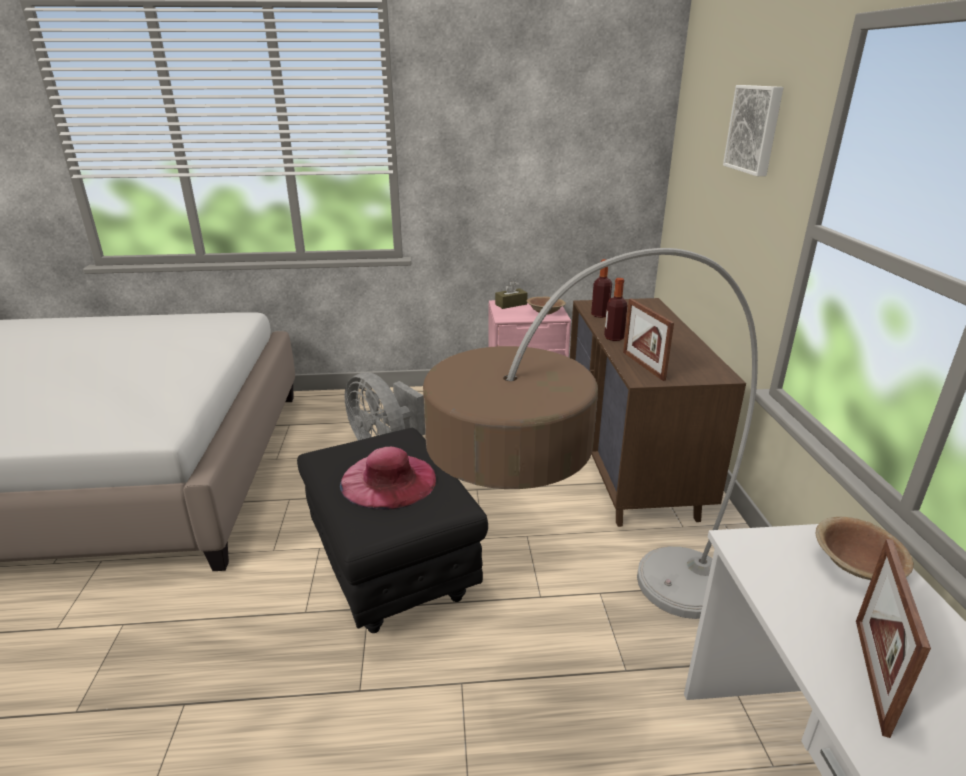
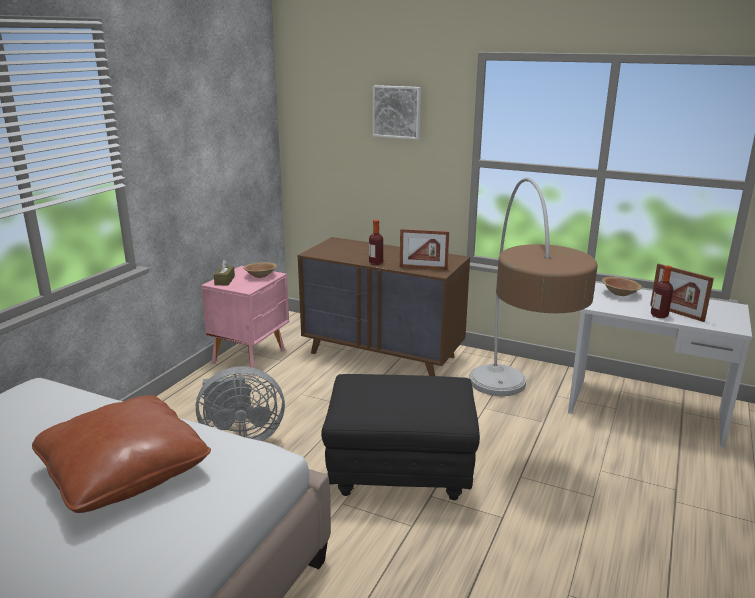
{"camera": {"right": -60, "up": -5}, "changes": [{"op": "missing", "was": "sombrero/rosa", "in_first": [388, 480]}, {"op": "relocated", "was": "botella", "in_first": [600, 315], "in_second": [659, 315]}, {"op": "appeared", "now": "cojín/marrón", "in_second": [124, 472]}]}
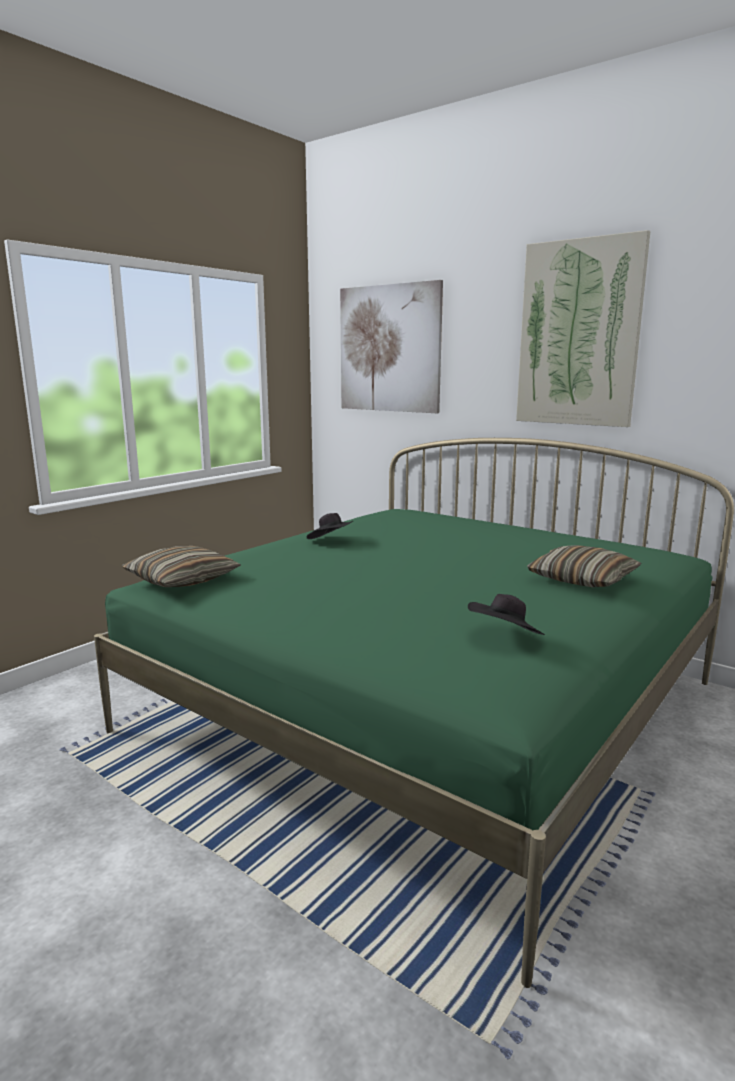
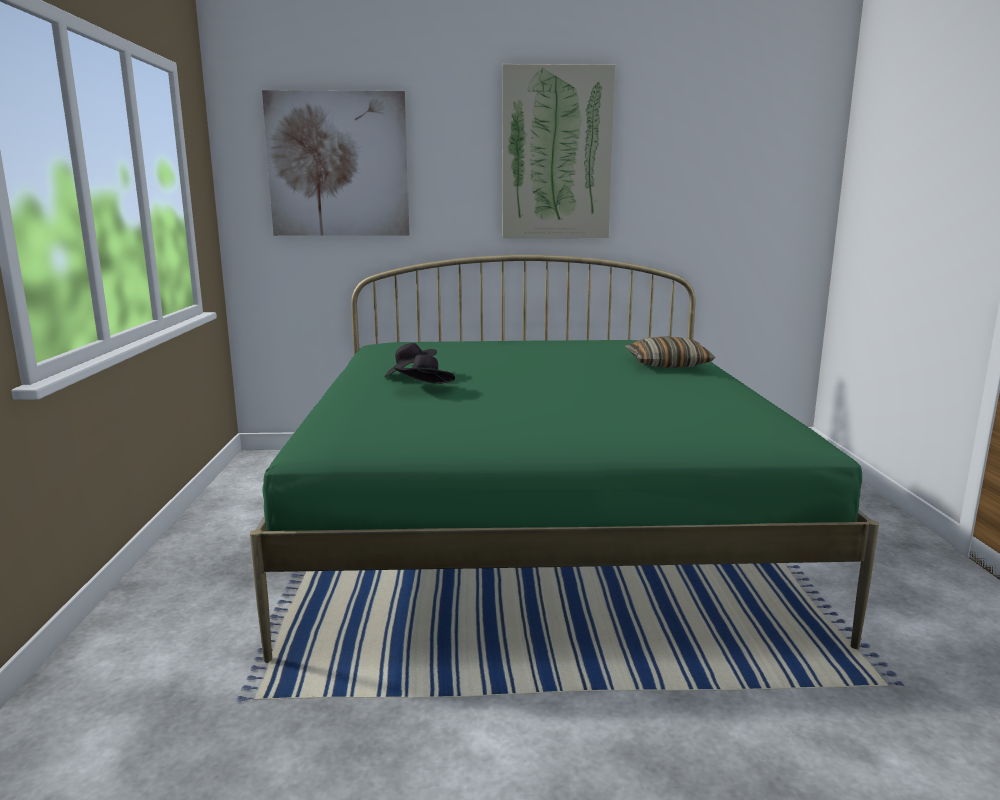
{"camera": {"right": -40, "up": 0}, "changes": [{"op": "missing", "was": "cojín", "in_first": [182, 580]}, {"op": "relocated", "was": "sombrero/negro", "in_first": [505, 638], "in_second": [425, 389]}]}
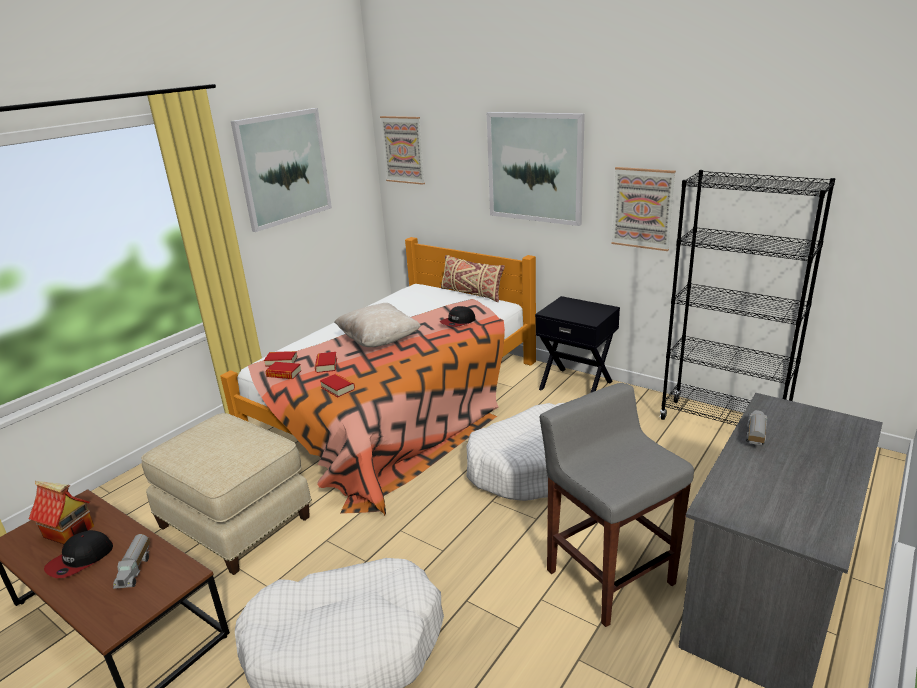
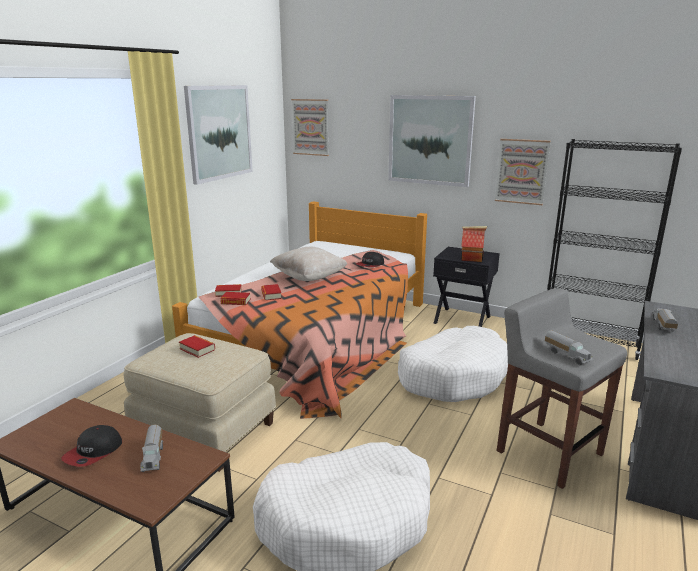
{"camera": {"right": -10, "up": -5}, "changes": [{"op": "relocated", "was": "casita", "in_first": [70, 531], "in_second": [472, 258]}, {"op": "relocated", "was": "libro", "in_first": [337, 388], "in_second": [197, 349]}, {"op": "missing", "was": "cojín/beis", "in_first": [471, 293]}, {"op": "appeared", "now": "camión de juguete", "in_second": [567, 355]}]}
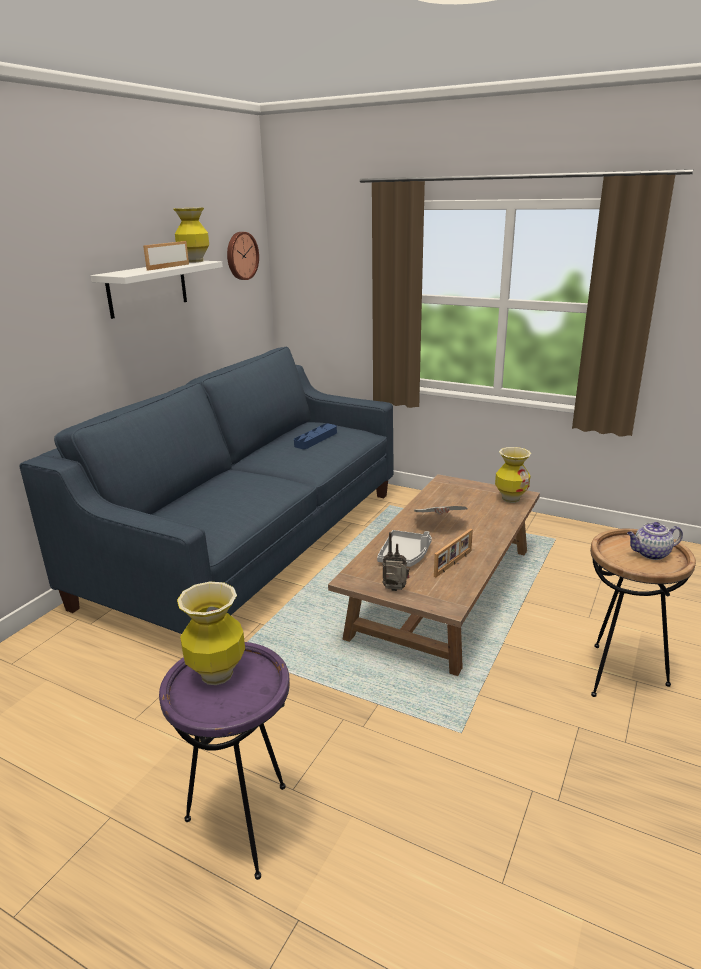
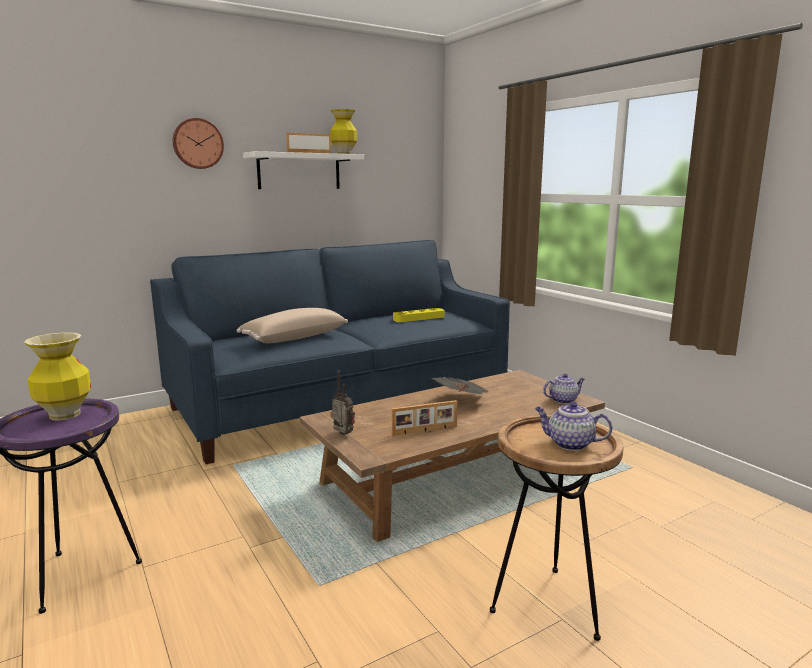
{"camera": {"right": 30, "up": -10}, "changes": [{"op": "relocated", "was": "reloj de pared", "in_first": [241, 256], "in_second": [197, 143]}, {"op": "colour", "was": "bandeja/azul", "now": "bandeja/amarillo", "in_first": [316, 439], "in_second": [418, 318]}, {"op": "missing", "was": "bandeja/gris", "in_first": [405, 556]}, {"op": "exchanged", "was": "florero", "now": "tetera", "in_first": [510, 499], "in_second": [563, 400]}, {"op": "appeared", "now": "cojín/beis", "in_second": [293, 338]}]}
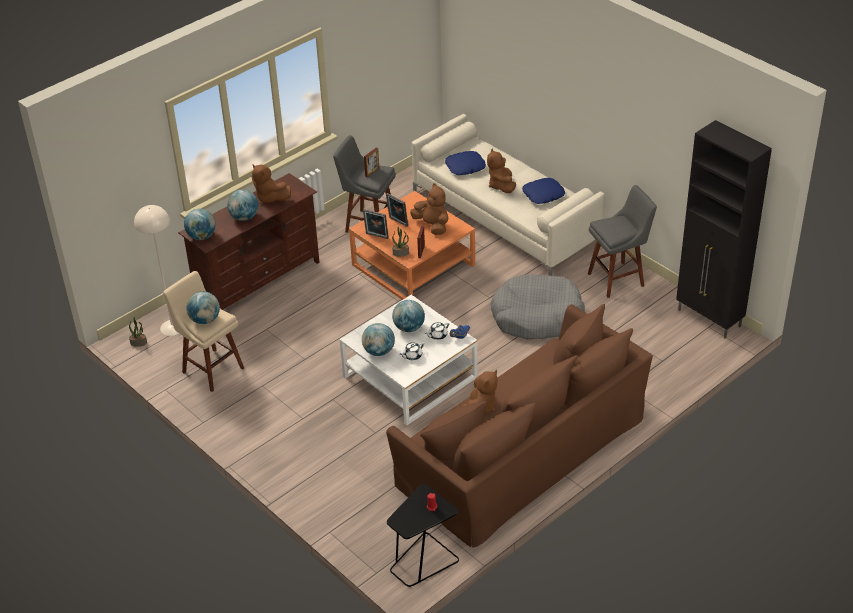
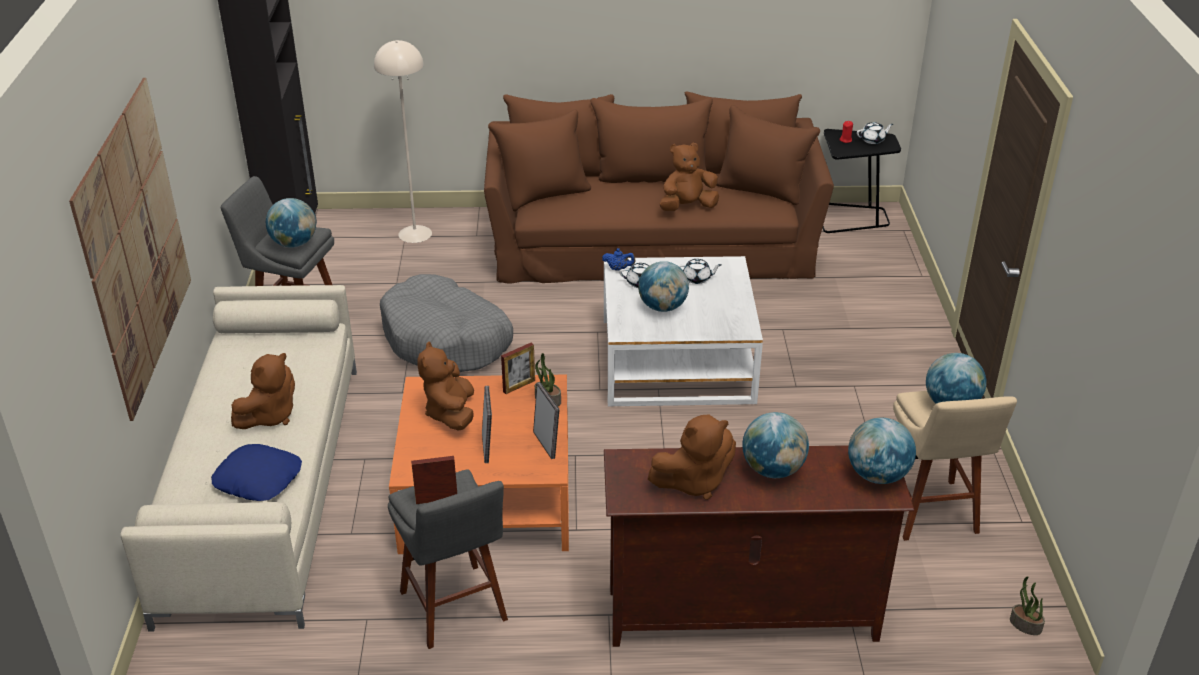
{"camera": {"right": -140, "up": -5}, "changes": [{"op": "relocated", "was": "lámpara de pie/beis", "in_first": [172, 327], "in_second": [415, 234]}, {"op": "spun", "was": "peluche/marrón", "in_first": [269, 198], "in_second": [693, 482], "clockwise": 75}, {"op": "relocated", "was": "globo terráqueo", "in_first": [378, 351], "in_second": [294, 243]}, {"op": "missing", "was": "cojín/azul", "in_first": [543, 195]}, {"op": "appeared", "now": "cuadro", "in_second": [134, 245]}, {"op": "appeared", "now": "tetera/blanco", "in_second": [873, 140]}]}
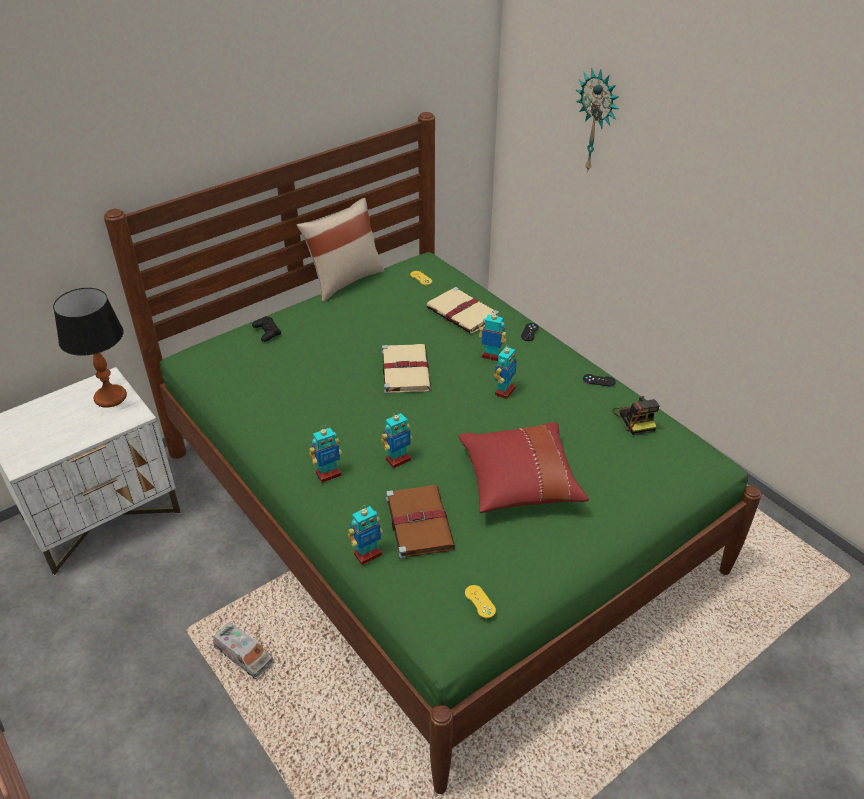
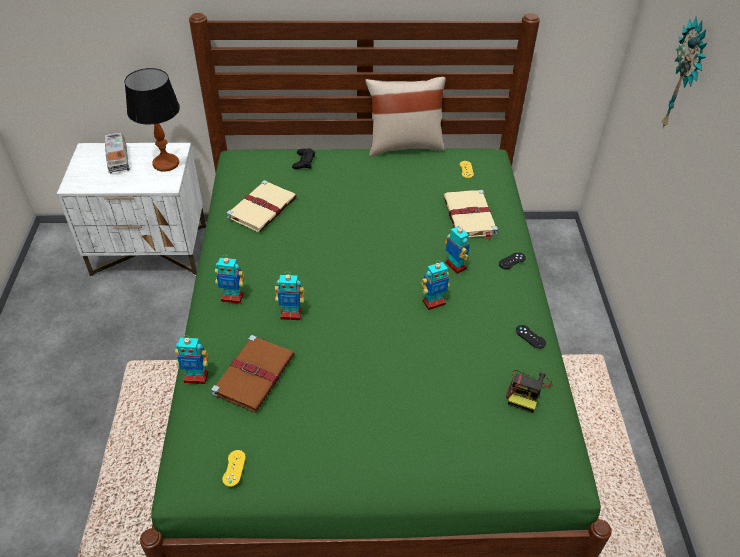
{"camera": {"right": 35, "up": 5}, "changes": [{"op": "relocated", "was": "camión de juguete", "in_first": [244, 656], "in_second": [118, 160]}, {"op": "relocated", "was": "libro/beis", "in_first": [405, 370], "in_second": [263, 208]}, {"op": "missing", "was": "cojín/rojo", "in_first": [519, 482]}]}
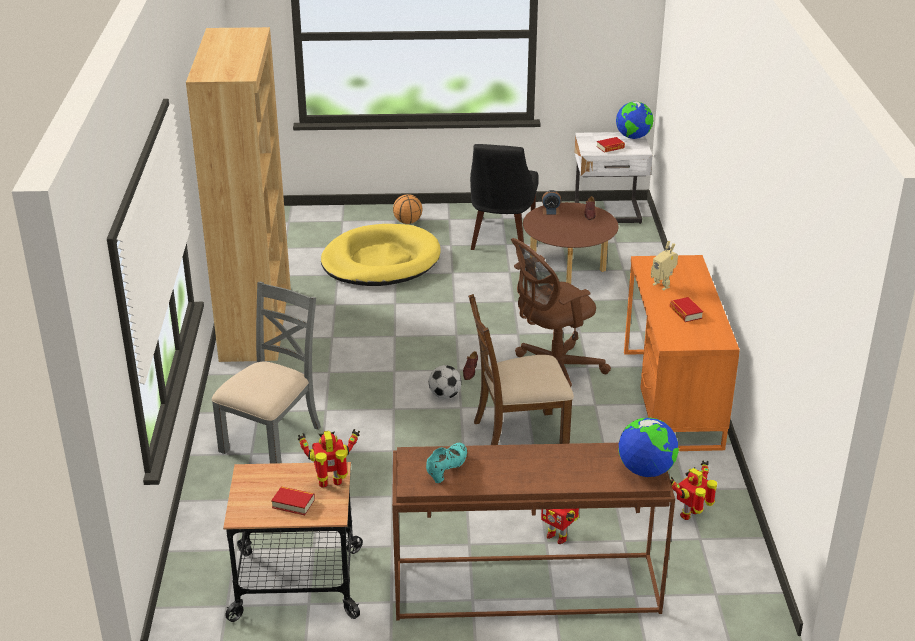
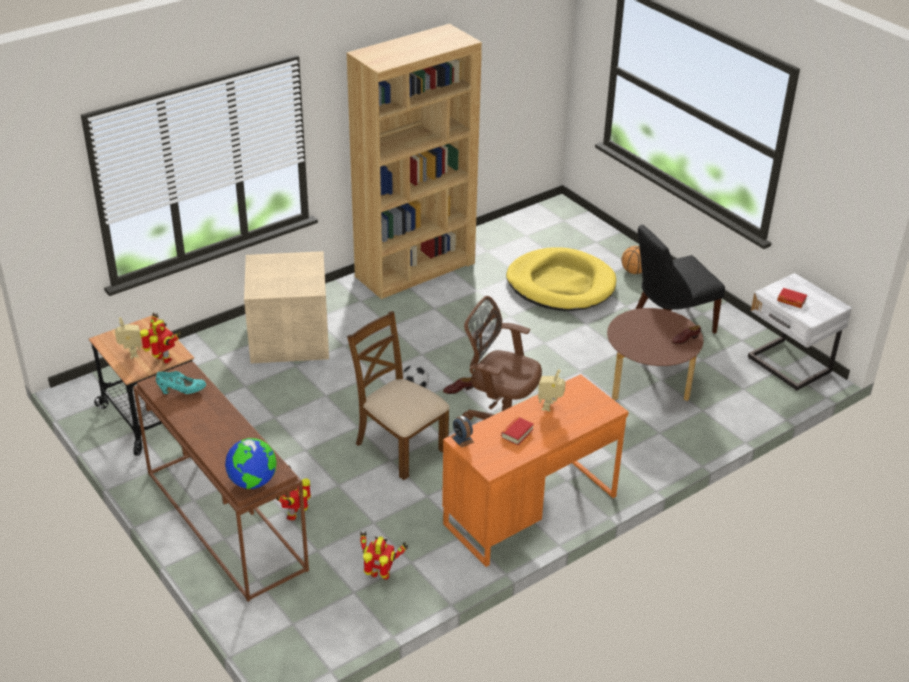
{"camera": {"right": 55, "up": 5}, "changes": [{"op": "exchanged", "was": "silla/gris", "now": "caja de almacenaje/beis", "in_first": [272, 438], "in_second": [291, 338]}, {"op": "exchanged", "was": "libro", "now": "robot de juguete", "in_first": [293, 504], "in_second": [131, 354]}, {"op": "relocated", "was": "despertador", "in_first": [551, 211], "in_second": [462, 439]}, {"op": "missing", "was": "globo terráqueo", "in_first": [633, 137]}]}
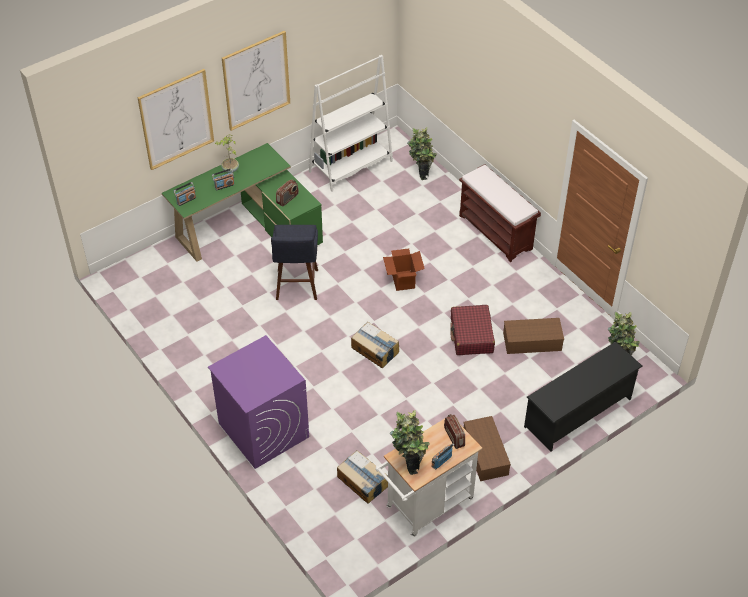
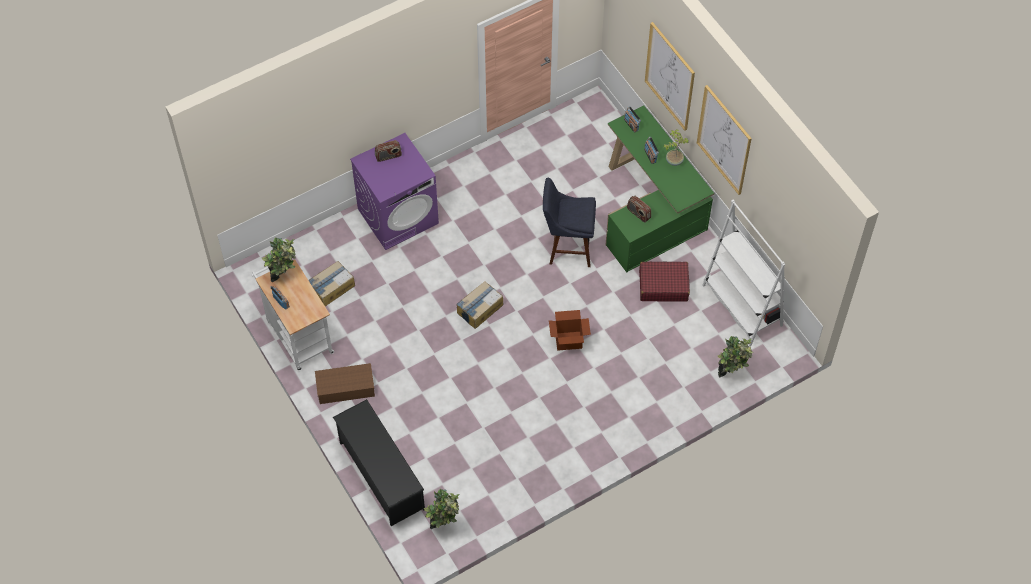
{"camera": {"right": 95, "up": 10}, "changes": [{"op": "relocated", "was": "radio", "in_first": [454, 437], "in_second": [388, 156]}, {"op": "relocated", "was": "maleta/rojo", "in_first": [471, 336], "in_second": [663, 286]}, {"op": "missing", "was": "banco/marrón", "in_first": [496, 232]}, {"op": "missing", "was": "caja de almacenaje/marrón", "in_first": [531, 342]}]}
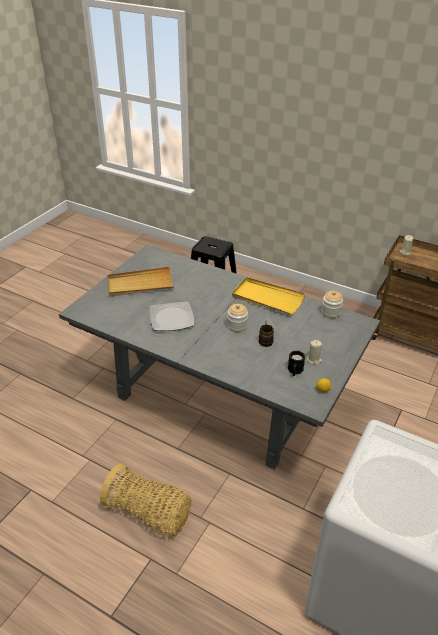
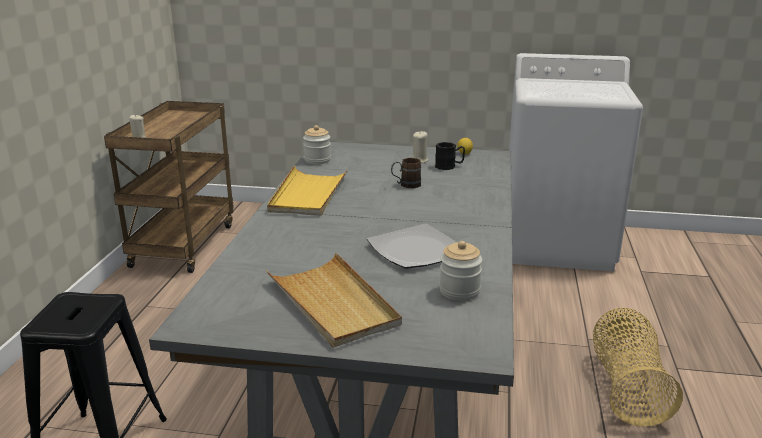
{"camera": {"right": -110, "up": -15}, "changes": [{"op": "relocated", "was": "tarro", "in_first": [237, 326], "in_second": [459, 291]}]}
